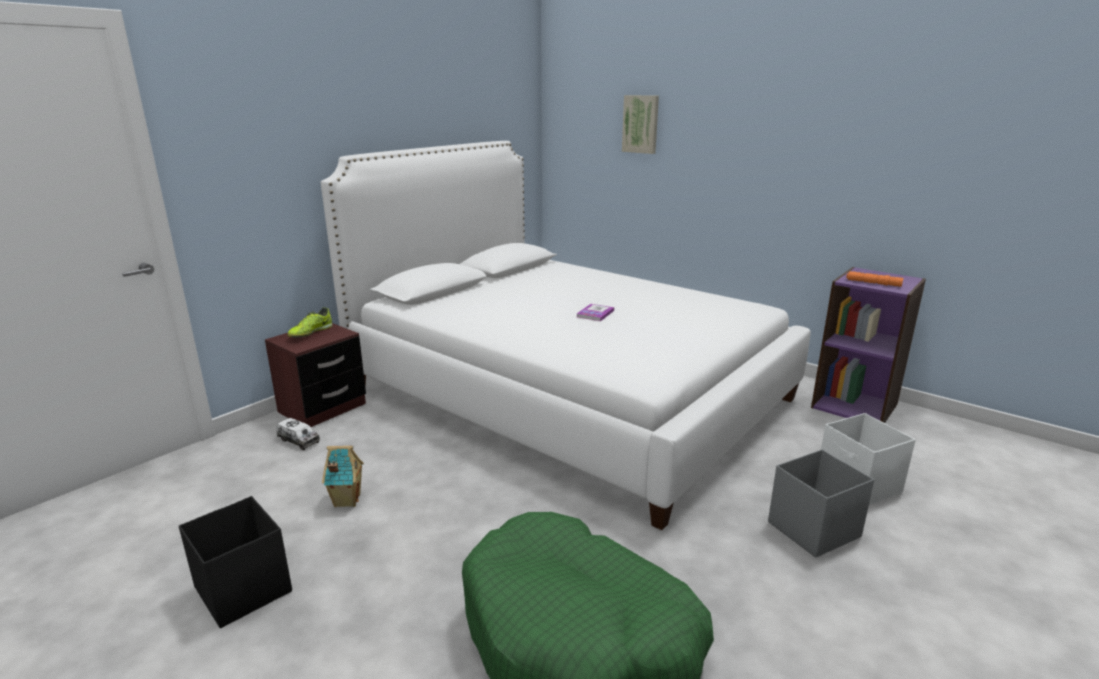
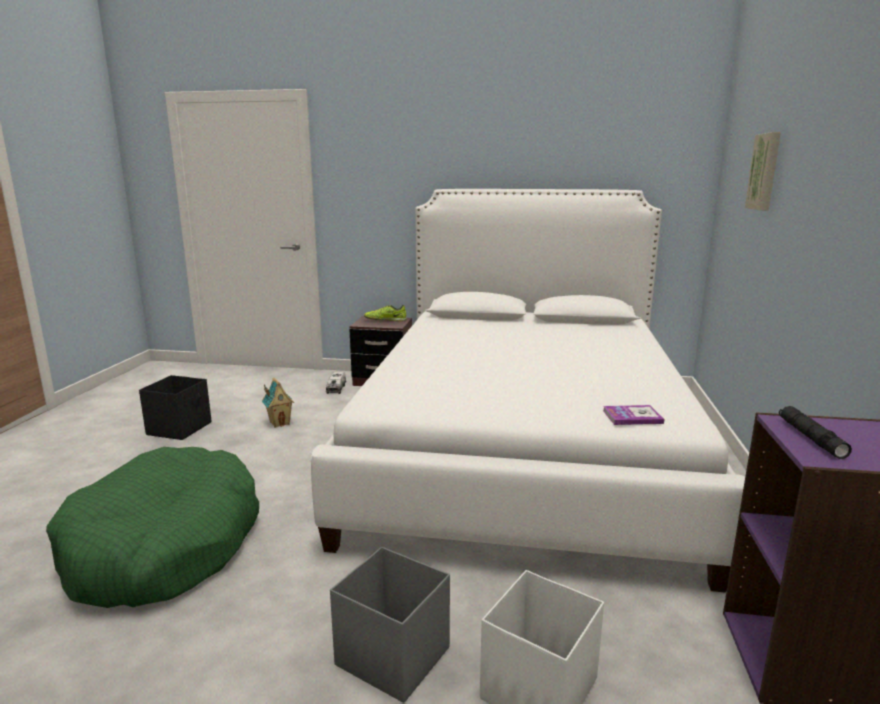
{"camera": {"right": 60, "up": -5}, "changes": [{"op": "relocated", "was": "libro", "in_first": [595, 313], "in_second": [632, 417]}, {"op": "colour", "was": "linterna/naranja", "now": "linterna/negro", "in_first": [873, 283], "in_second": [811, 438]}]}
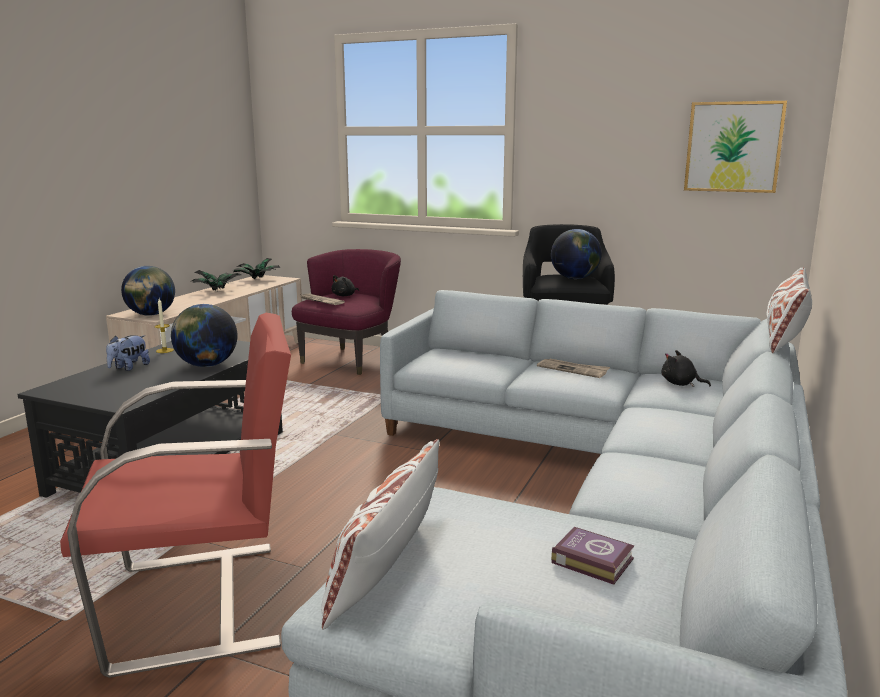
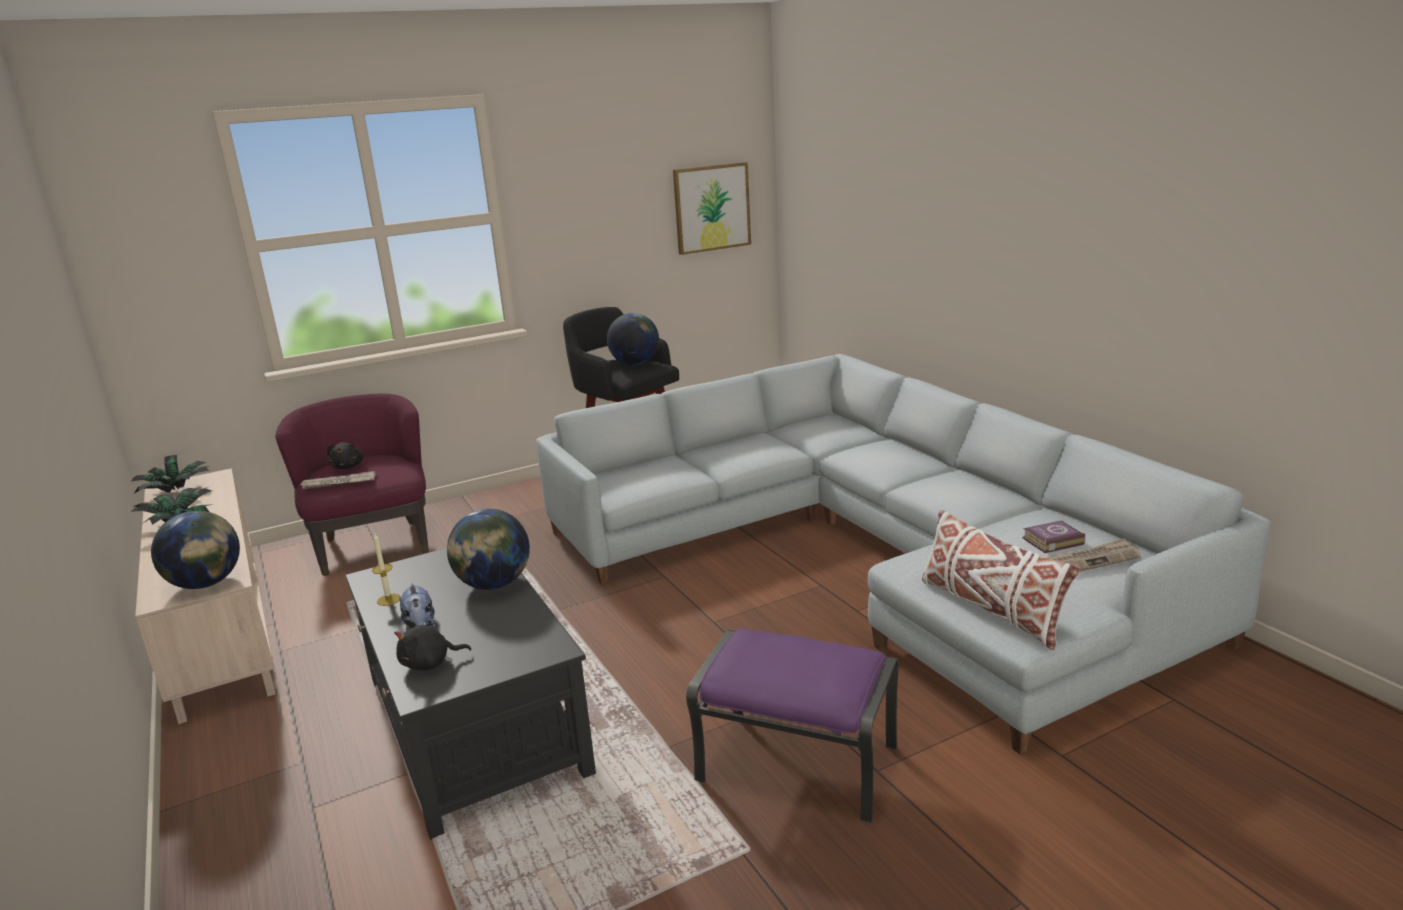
{"camera": {"right": -50, "up": 5}, "changes": [{"op": "exchanged", "was": "sillón/rojo", "now": "puf/morado", "in_first": [201, 603], "in_second": [799, 763]}, {"op": "relocated", "was": "periódico", "in_first": [573, 370], "in_second": [1093, 560]}, {"op": "relocated", "was": "peluche/negro", "in_first": [680, 384], "in_second": [430, 663]}, {"op": "missing", "was": "cojín/blanco", "in_first": [784, 337]}]}
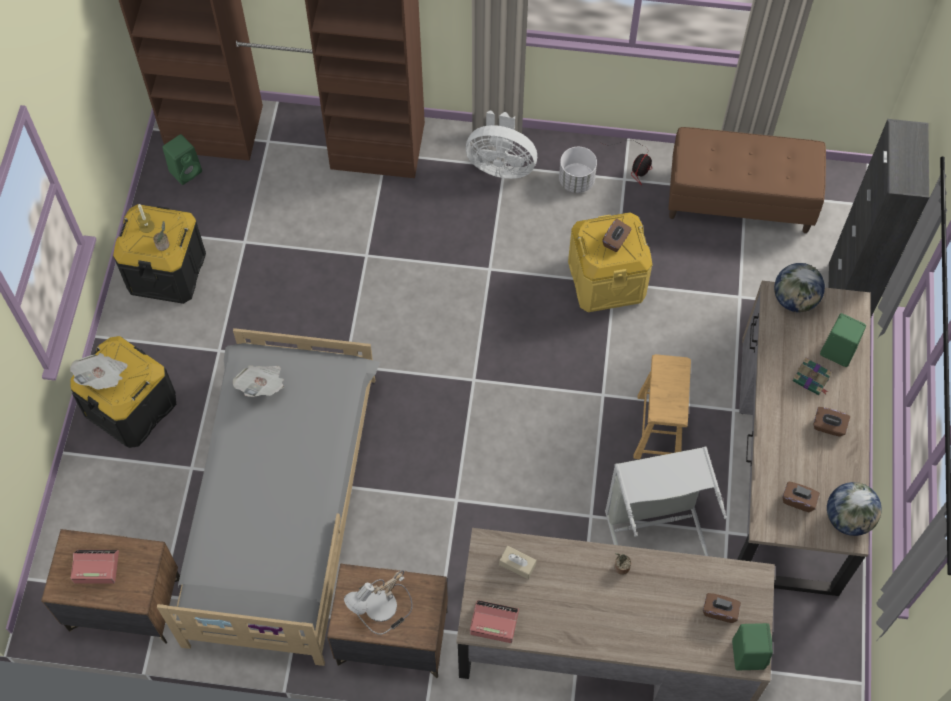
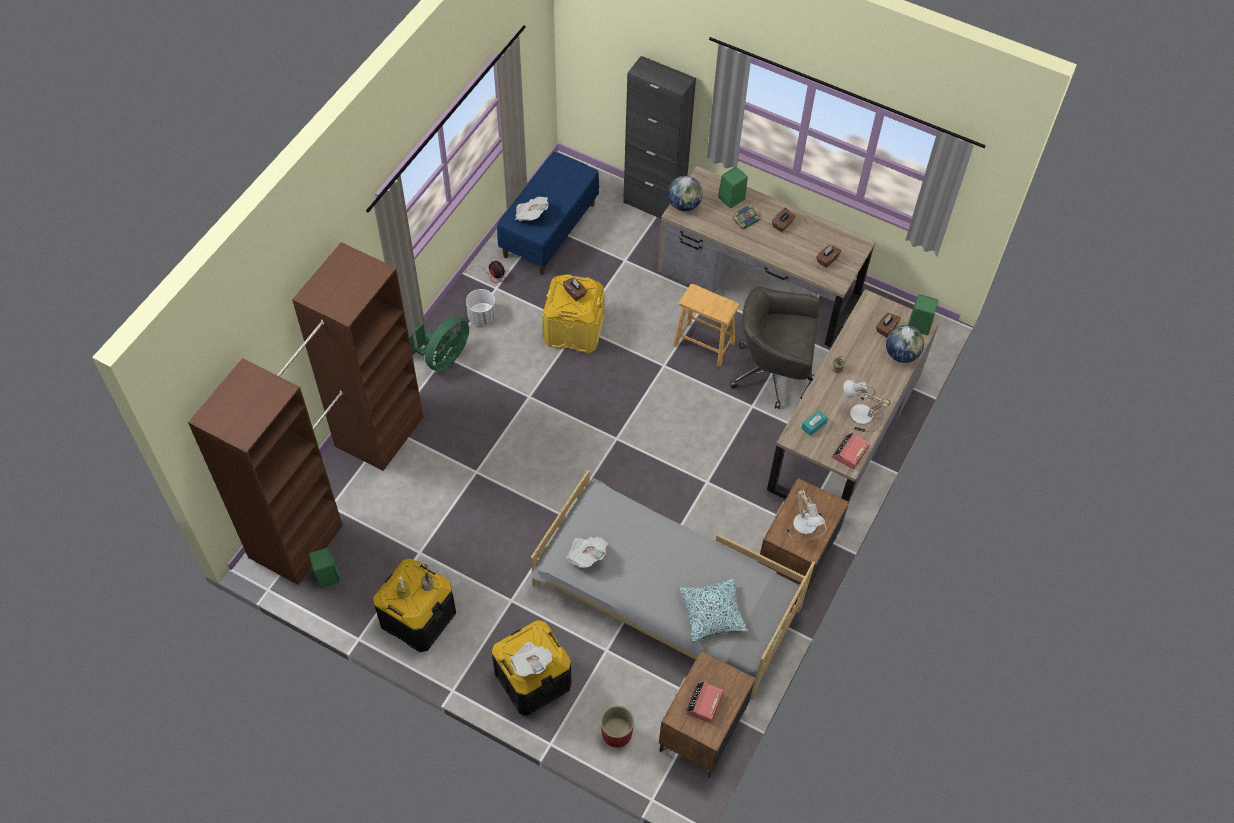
{"camera": {"right": -70, "up": -5}, "changes": [{"op": "colour", "was": "ventilador/blanco", "now": "ventilador/verde", "in_first": [500, 164], "in_second": [442, 358]}, {"op": "colour", "was": "caja de pañuelos/beis", "now": "caja de pañuelos/turquesa", "in_first": [517, 564], "in_second": [813, 425]}, {"op": "exchanged", "was": "cesto de la ropa/gris", "now": "silla de oficina/gris", "in_first": [654, 525], "in_second": [773, 373]}, {"op": "colour", "was": "banco/marrón", "now": "banco/azul", "in_first": [740, 200], "in_second": [549, 229]}, {"op": "relocated", "was": "globo terráqueo", "in_first": [848, 518], "in_second": [901, 354]}, {"op": "appeared", "now": "periódico", "in_second": [531, 215]}, {"op": "appeared", "now": "maceta/rojo", "in_second": [616, 733]}, {"op": "appeared", "now": "cojín", "in_second": [712, 613]}, {"op": "appeared", "now": "lámpara de mesa", "in_second": [859, 416]}]}
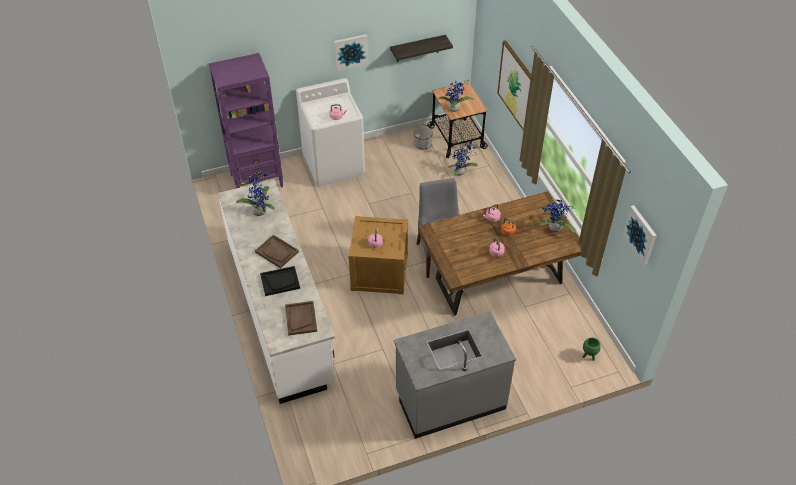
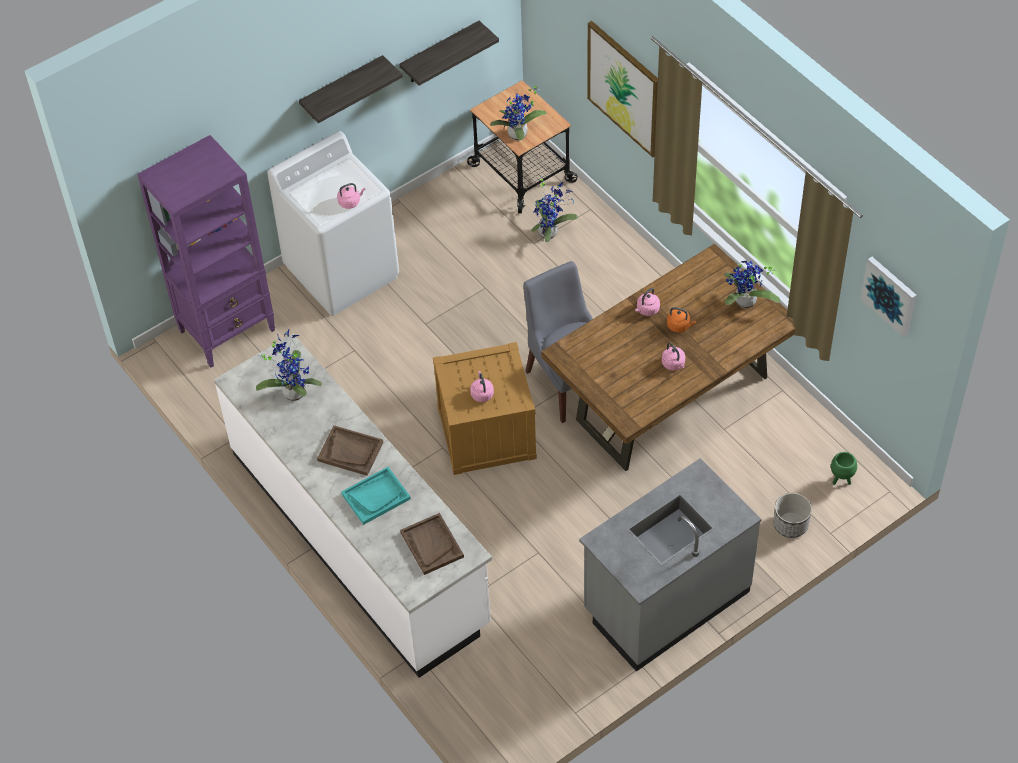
{"camera": {"right": -15, "up": 5}, "changes": [{"op": "colour", "was": "bandeja/negro", "now": "bandeja/turquesa", "in_first": [280, 281], "in_second": [376, 496]}, {"op": "exchanged", "was": "cuadro", "now": "estante", "in_first": [350, 51], "in_second": [342, 89]}, {"op": "relocated", "was": "maceta", "in_first": [422, 144], "in_second": [790, 525]}]}
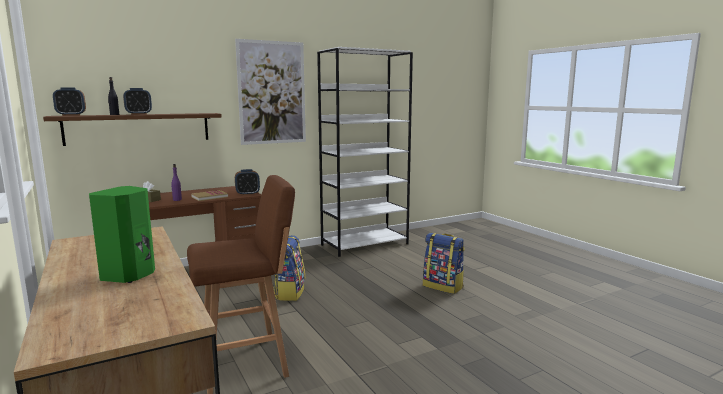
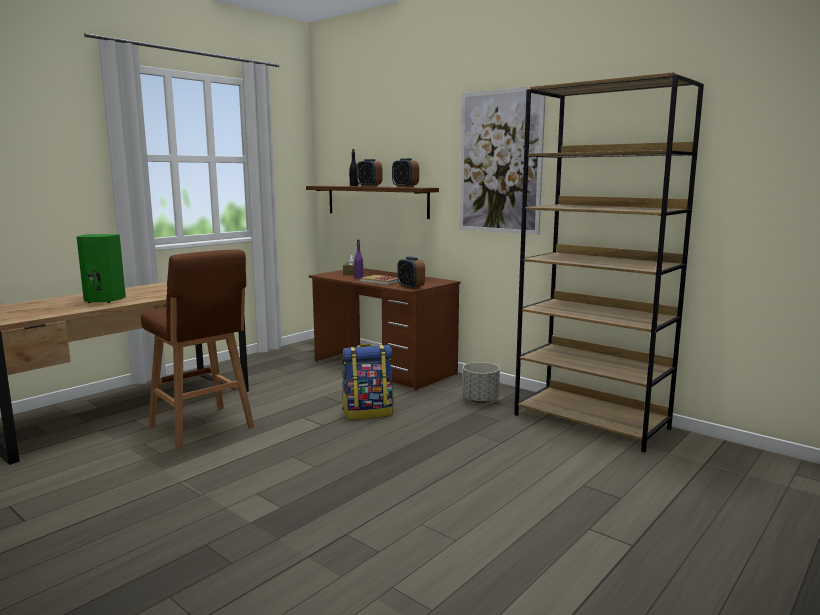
{"camera": {"right": 70, "up": 0}, "changes": [{"op": "relocated", "was": "despertador", "in_first": [71, 115], "in_second": [405, 187]}, {"op": "colour", "was": "estantería/blanco", "now": "estantería/marrón", "in_first": [365, 244], "in_second": [591, 421]}, {"op": "missing", "was": "mochila", "in_first": [443, 286]}, {"op": "appeared", "now": "maceta/gris", "in_second": [480, 400]}]}
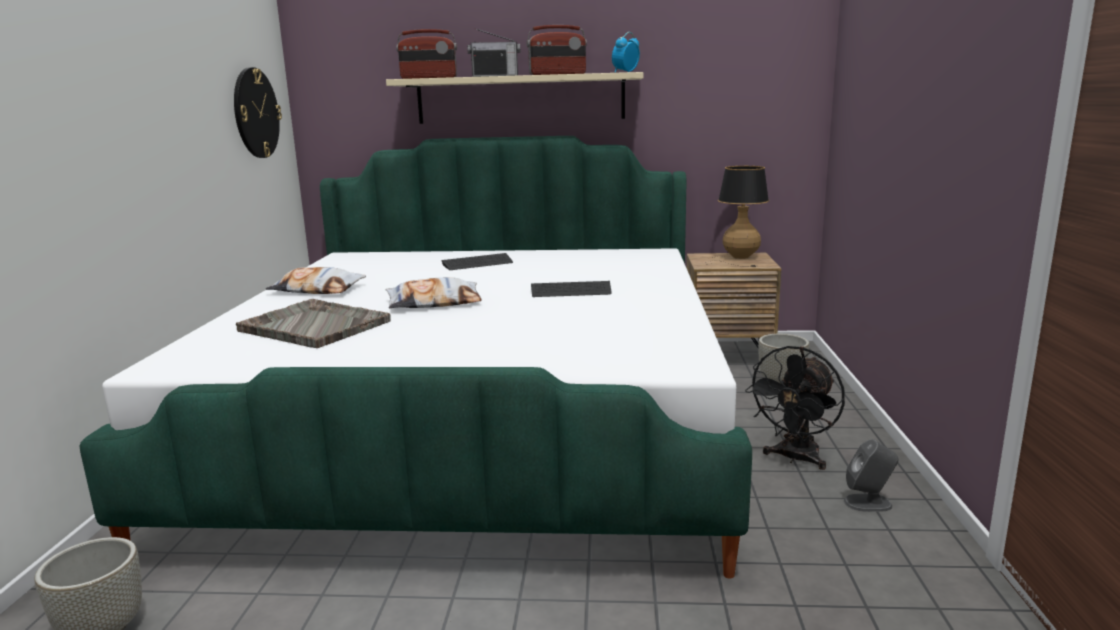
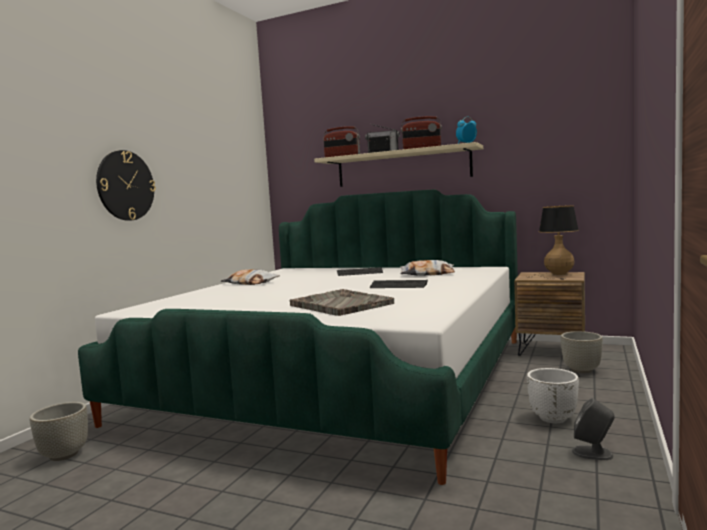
{"camera": {"right": 20, "up": -10}, "changes": [{"op": "relocated", "was": "reloj de pared", "in_first": [256, 113], "in_second": [125, 185]}, {"op": "relocated", "was": "bandeja/gris", "in_first": [314, 326], "in_second": [340, 304]}, {"op": "relocated", "was": "cojín", "in_first": [434, 303], "in_second": [427, 274]}, {"op": "exchanged", "was": "ventilador/negro", "now": "maceta/blanco", "in_first": [795, 458], "in_second": [553, 418]}]}
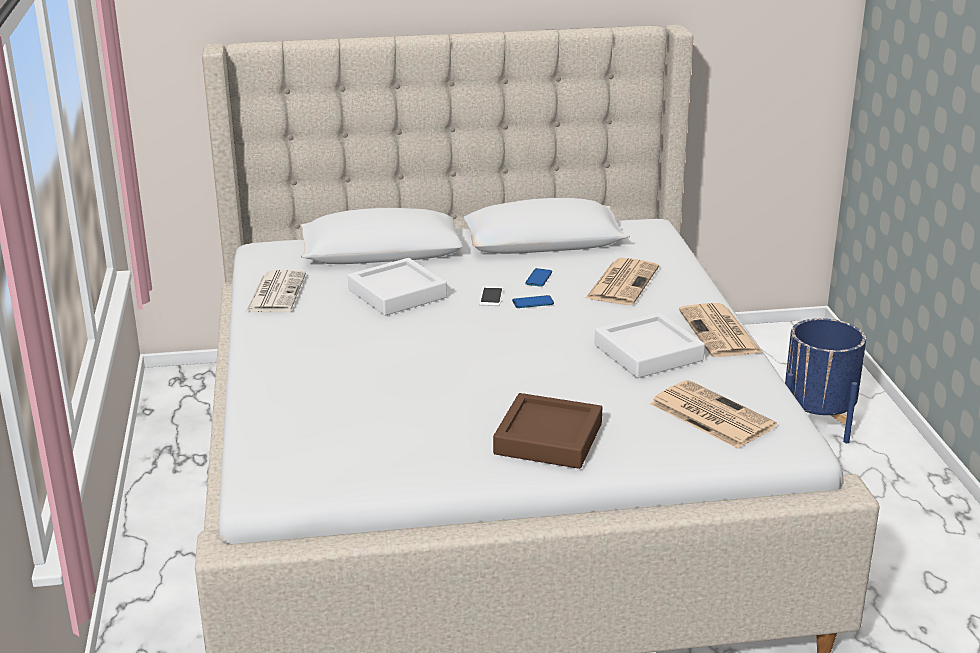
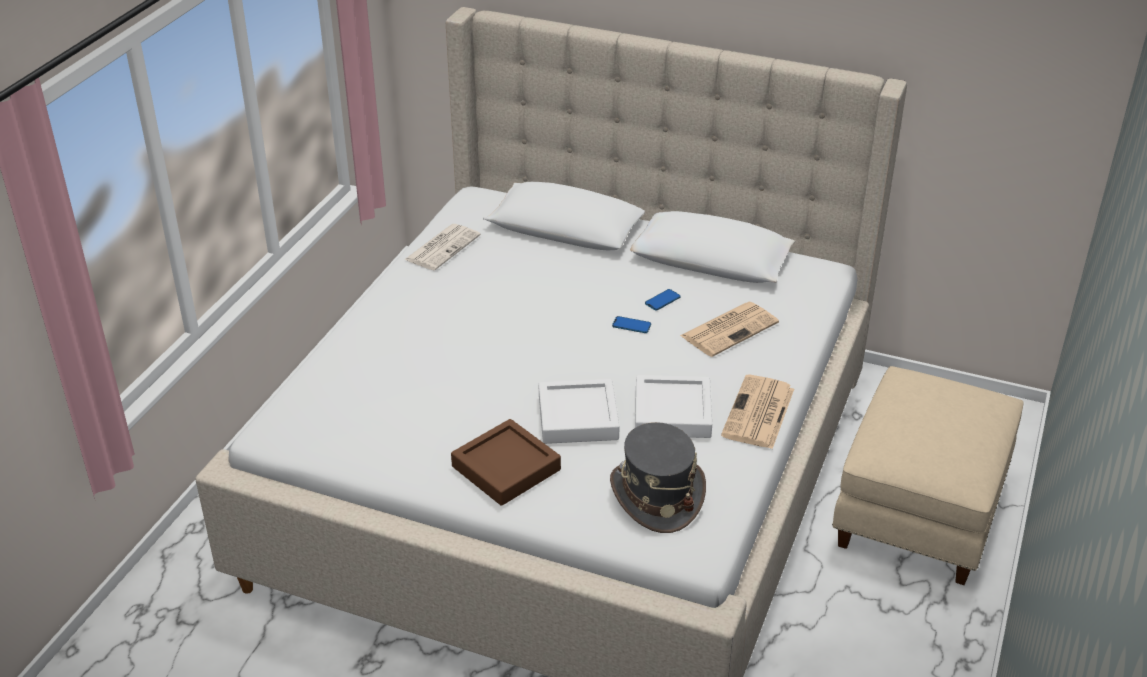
{"camera": {"right": 30, "up": 10}, "changes": [{"op": "relocated", "was": "bandeja/blanco", "in_first": [397, 294], "in_second": [578, 417]}, {"op": "missing", "was": "móvil", "in_first": [491, 296]}, {"op": "exchanged", "was": "periódico", "now": "sombrero/gris", "in_first": [710, 415], "in_second": [656, 495]}, {"op": "exchanged", "was": "maceta/azul", "now": "puf/beis", "in_first": [817, 422], "in_second": [921, 513]}]}
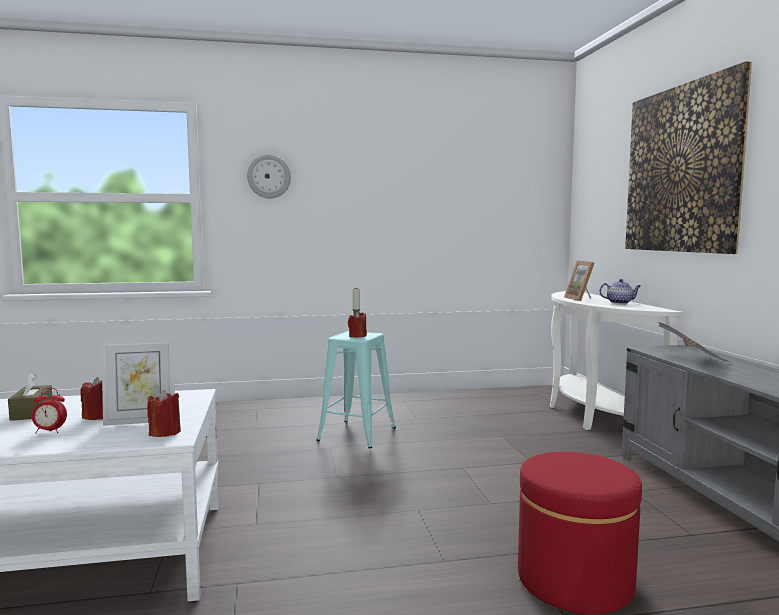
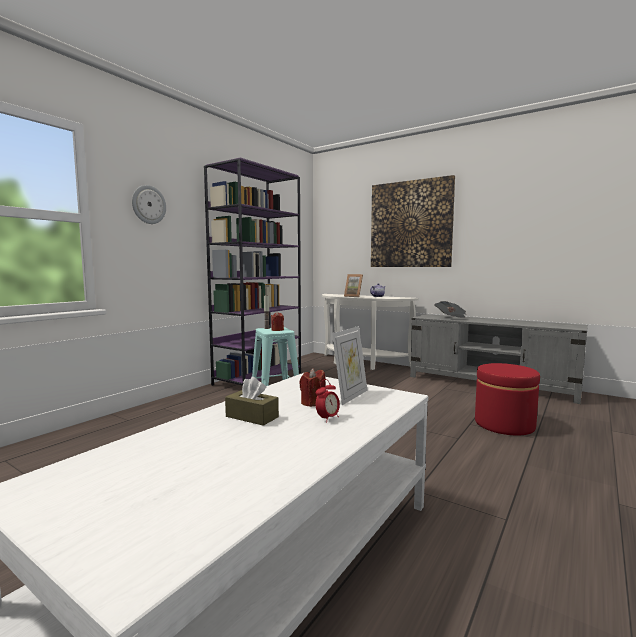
{"camera": {"right": -45, "up": 0}, "changes": [{"op": "missing", "was": "vela/rojo", "in_first": [165, 432]}, {"op": "appeared", "now": "estantería/morado", "in_second": [258, 378]}]}
